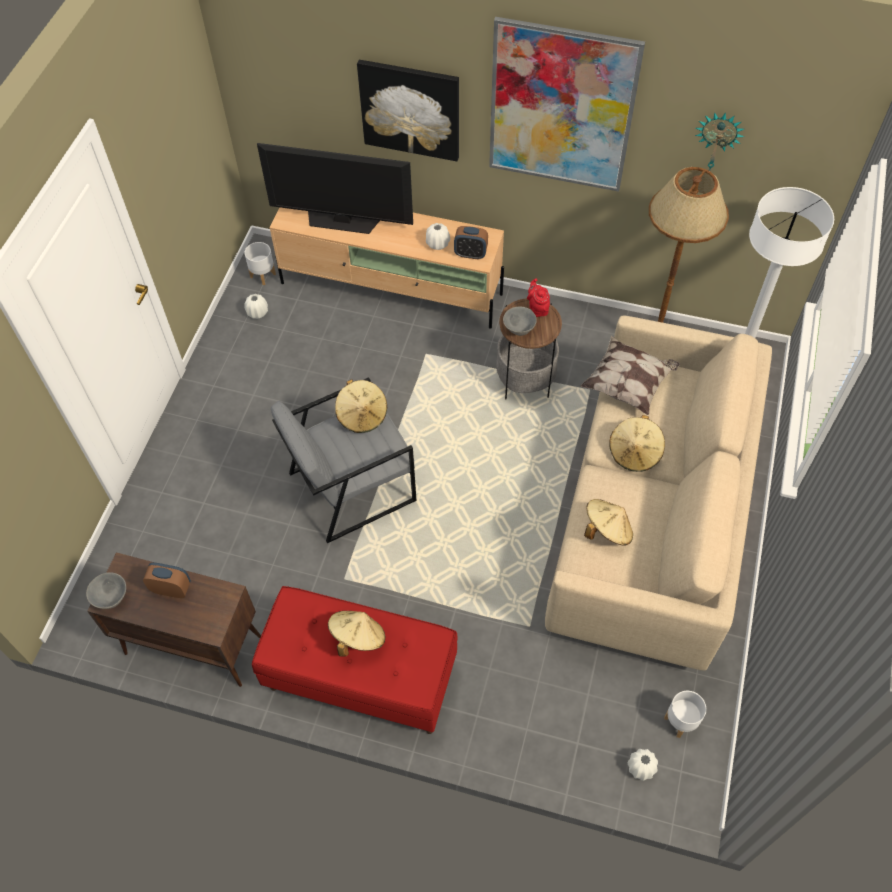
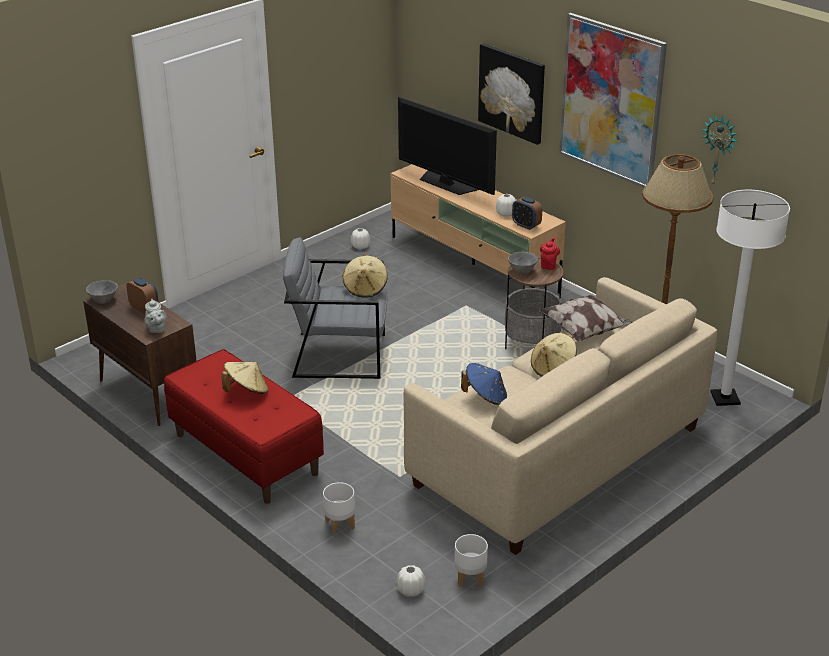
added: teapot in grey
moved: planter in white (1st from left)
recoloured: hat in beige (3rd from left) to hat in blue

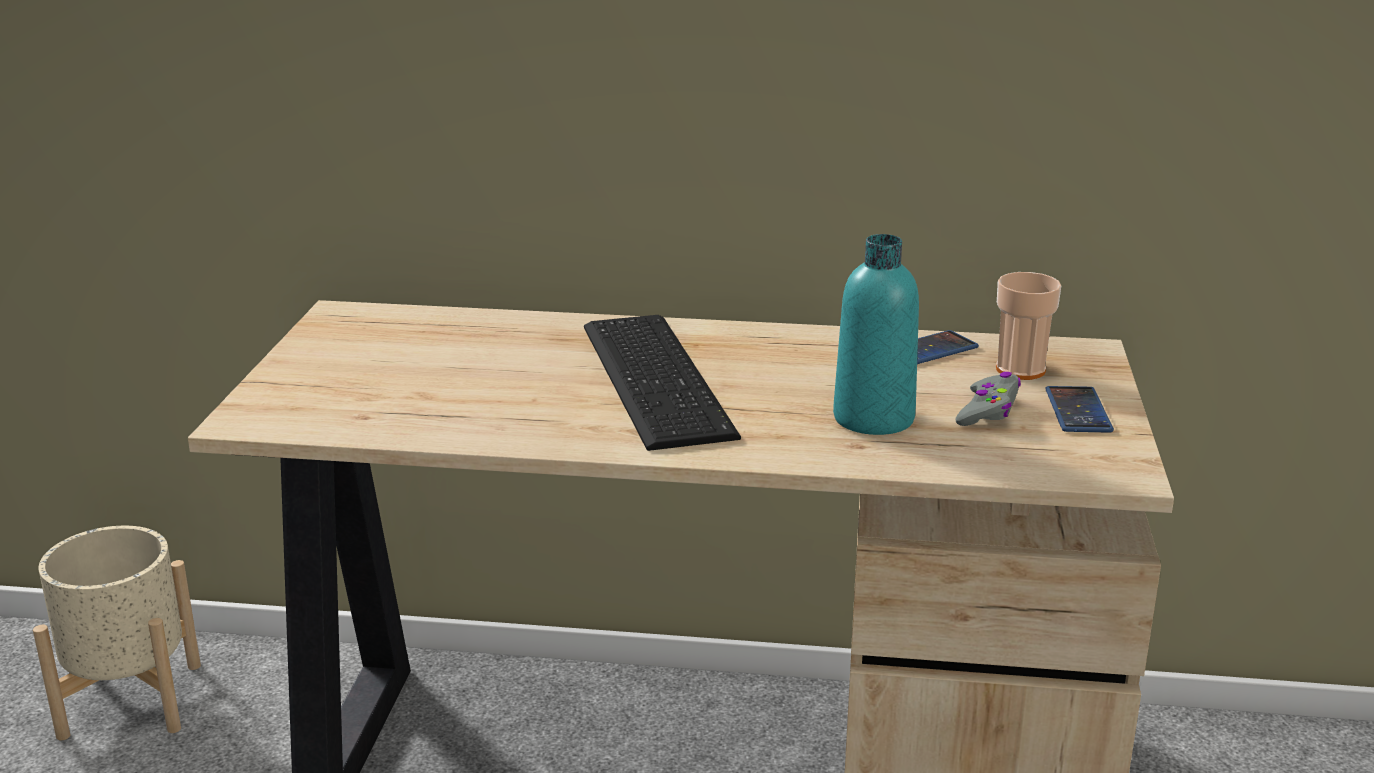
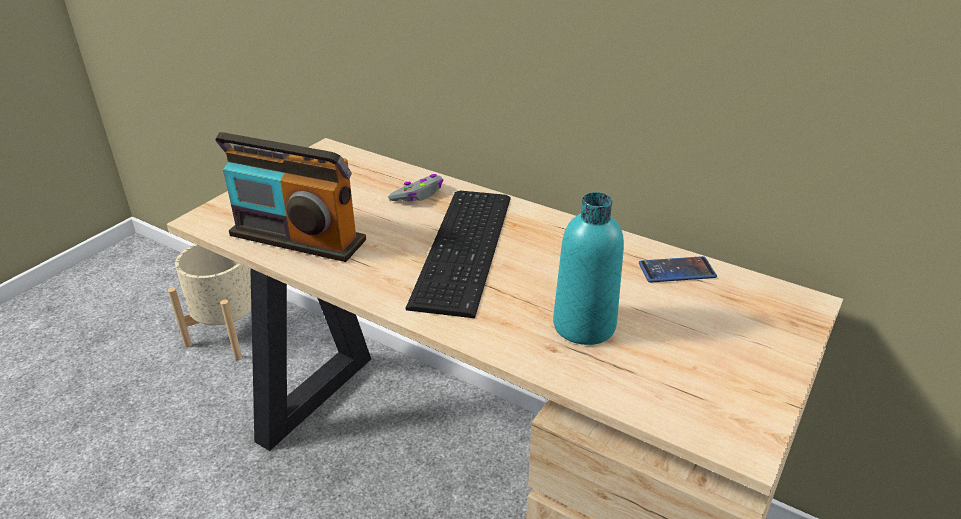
removed: cup; phone (2nd from left)
added: radio
moved: game controller in grey

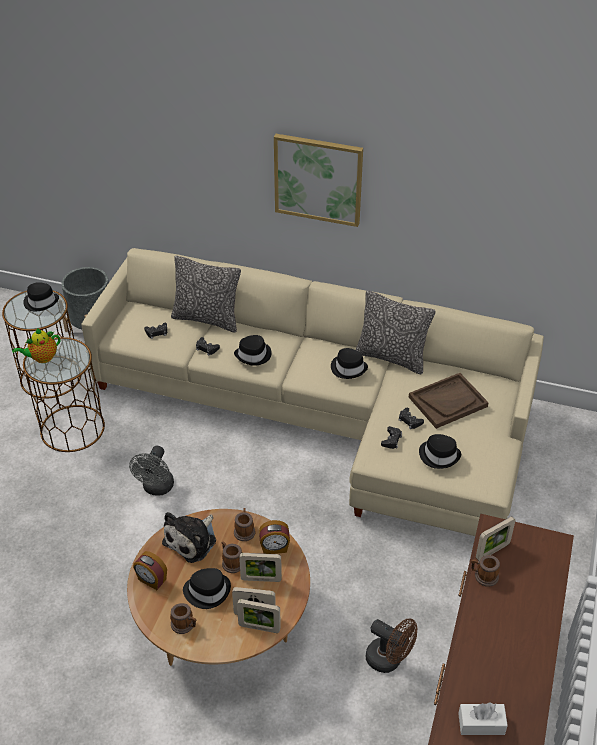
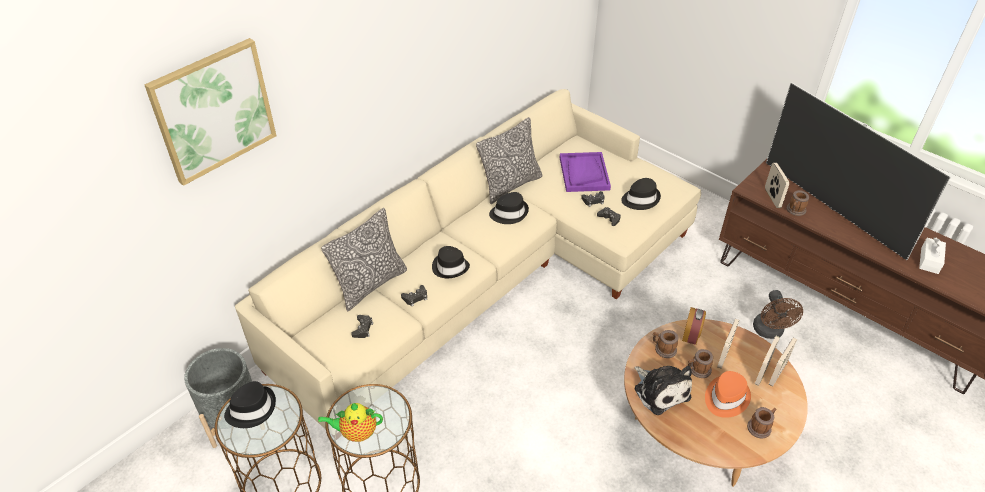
removed: fan in grey; alarm clock (1st from left)
added: television
moved: picture
recoloured: tray in brown to tray in purple; hat in black (2nd from left) to hat in orange
turned: teapot 90 degrees clockwise; fan in brown 120 degrees clockwise

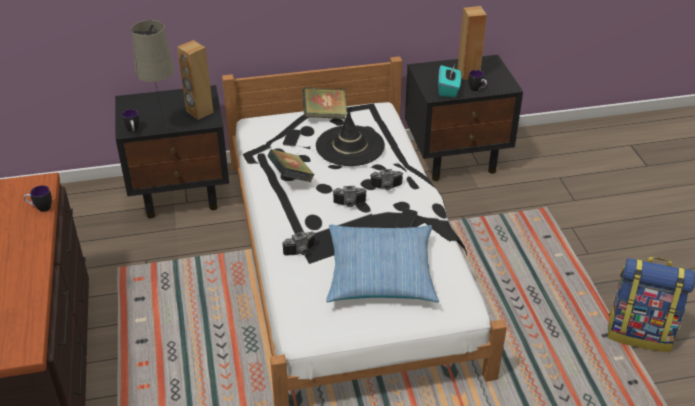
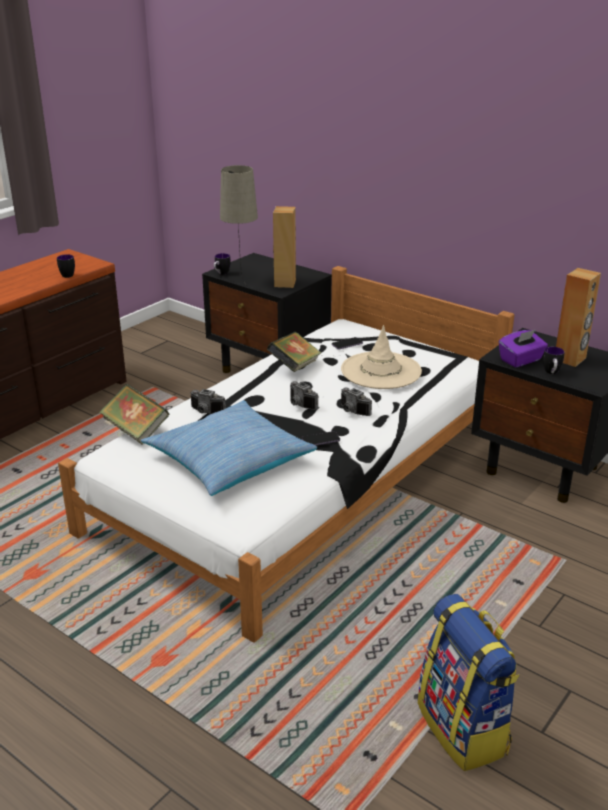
moved: book (2nd from left in the first image) to book (1st from left)
recoloured: tissue box in turquoise to tissue box in purple; hat in black to hat in beige

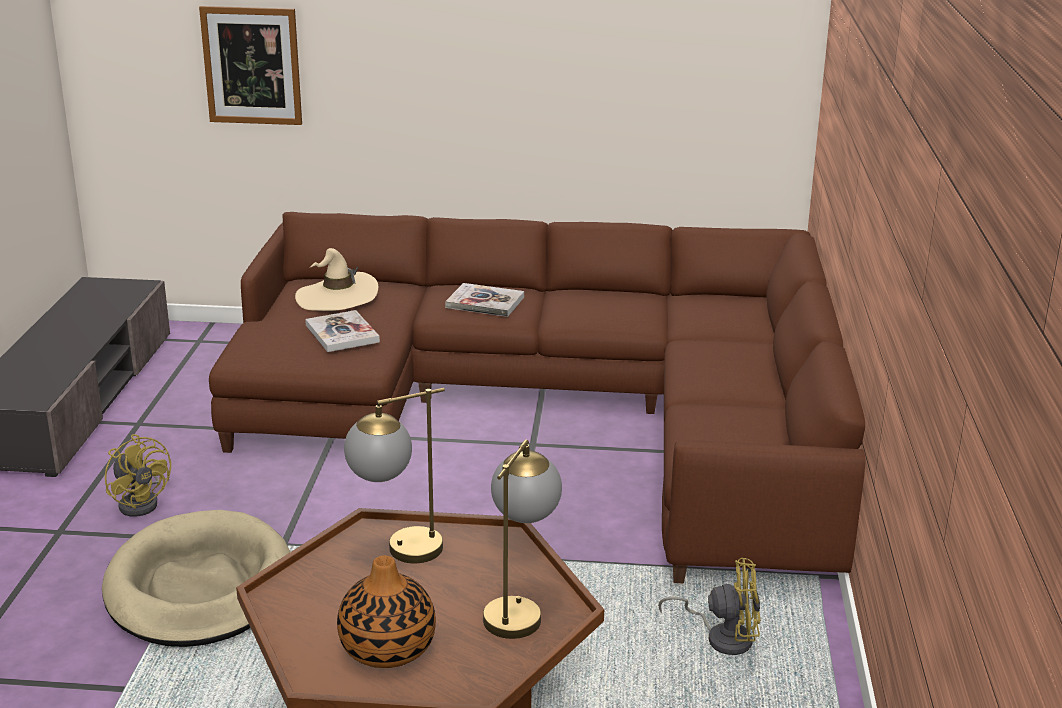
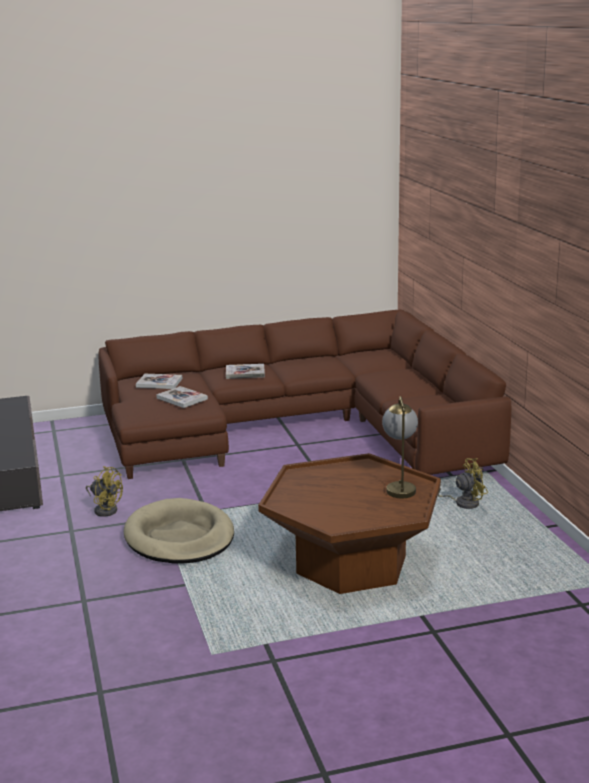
removed: picture; table lamp (1st from left); vase
replaced: hat in beige to book (1st from left)

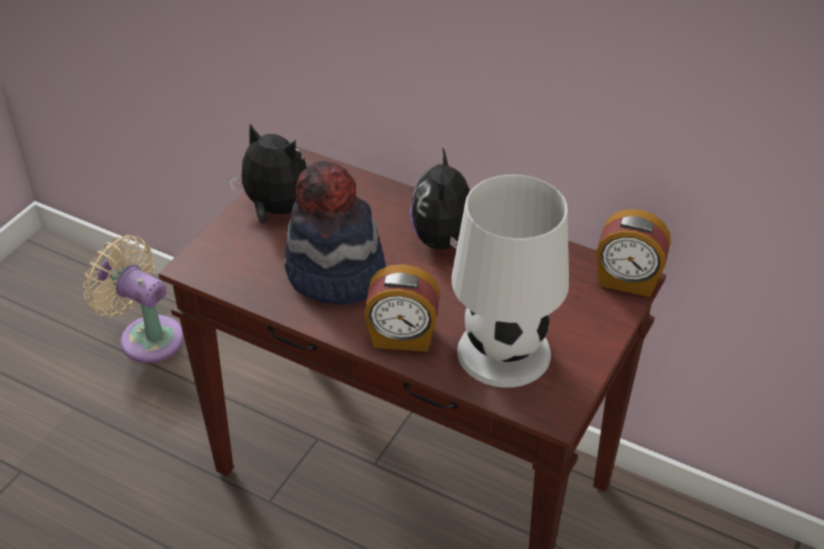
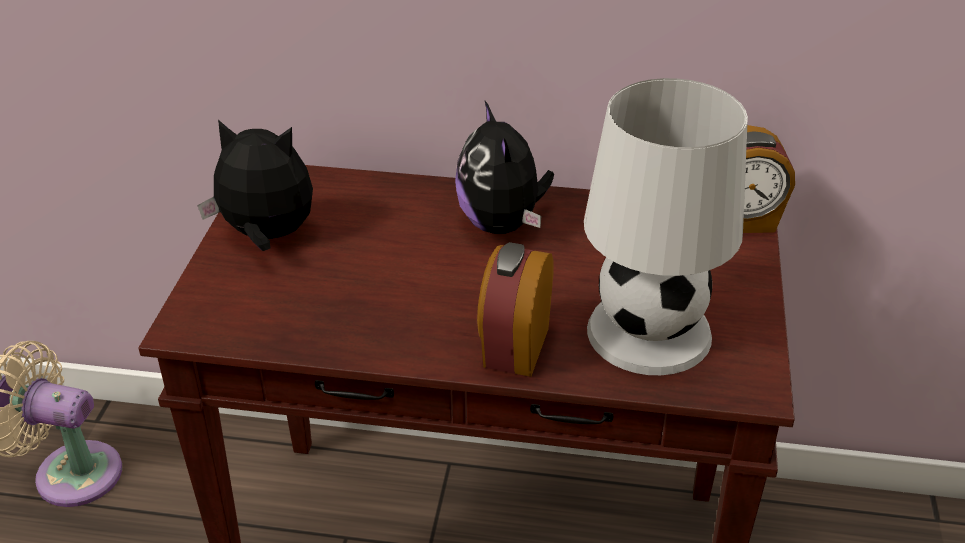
removed: hat
turned: alarm clock (1st from left) 120 degrees clockwise

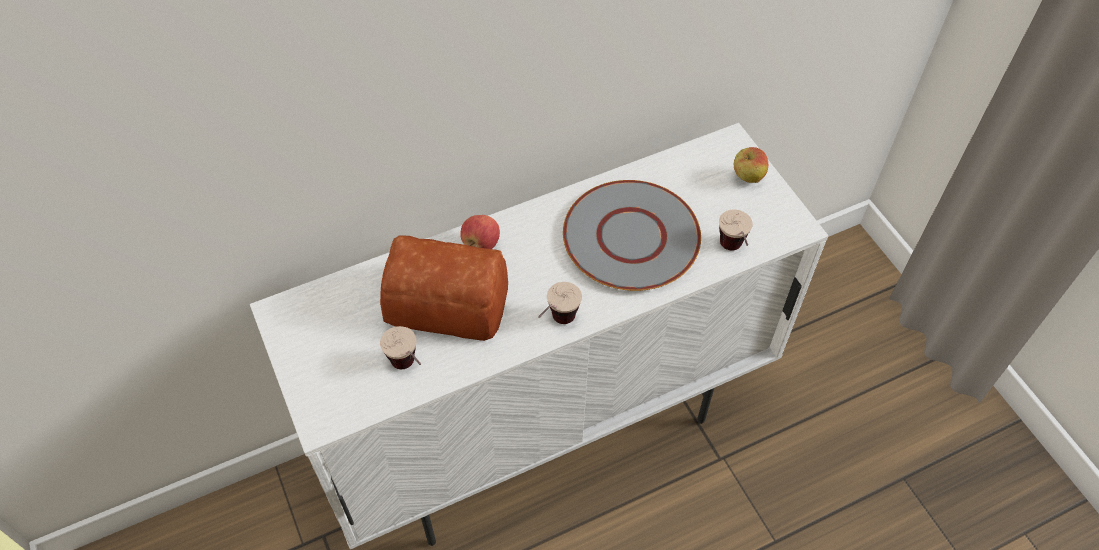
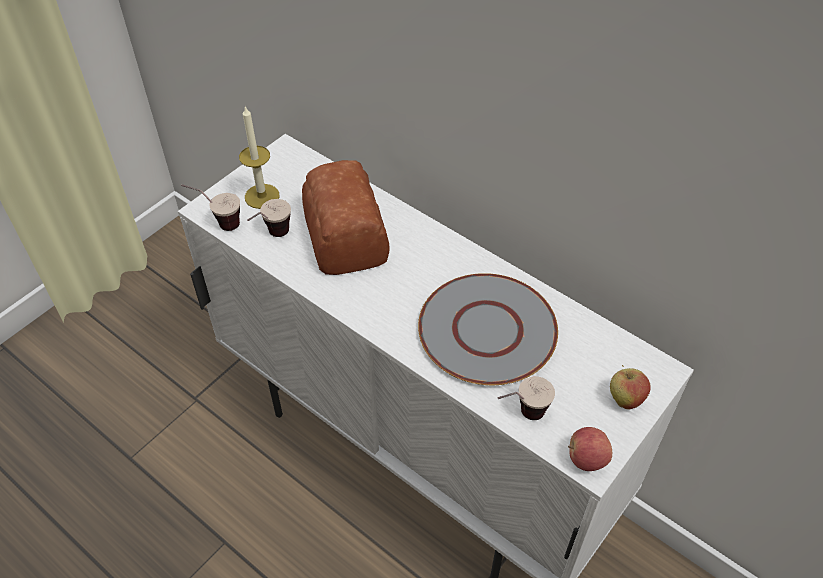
added: candle
moved: apple (1st from left); cup (2nd from left in the first image) to cup (1st from left)

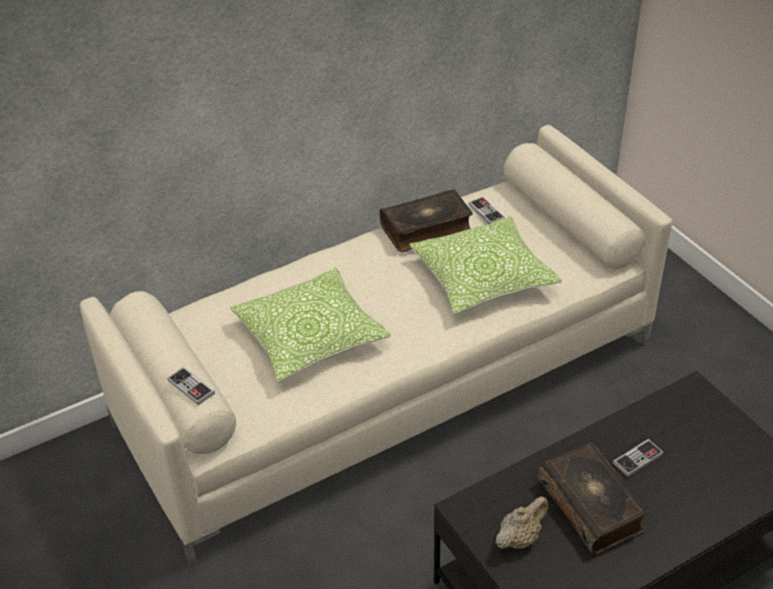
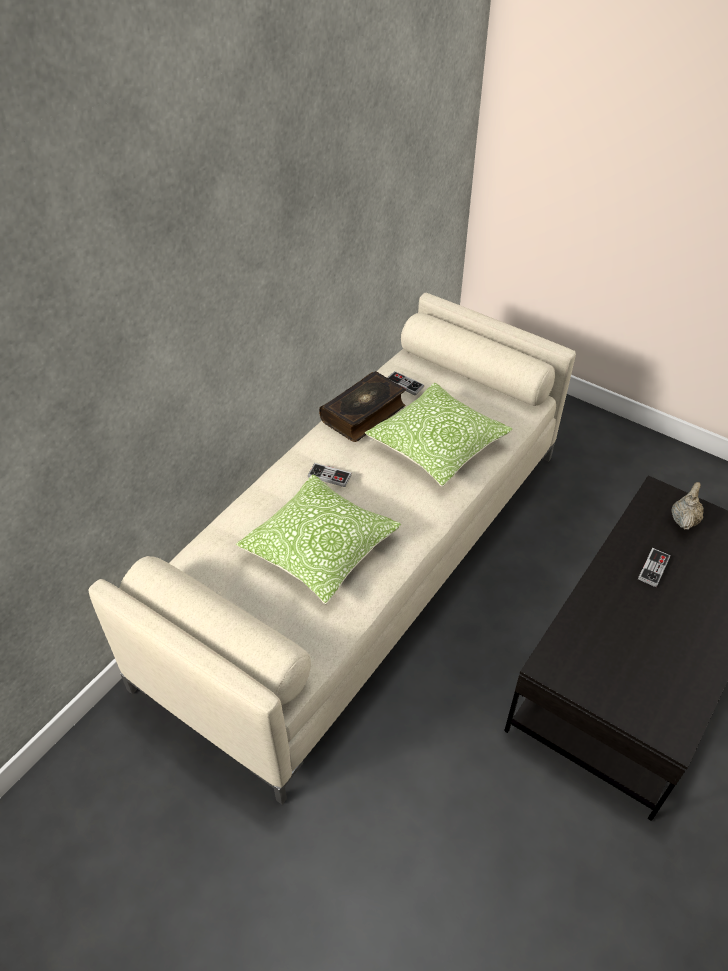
removed: book (2nd from left)
moved: game controller (1st from left); teapot in beige

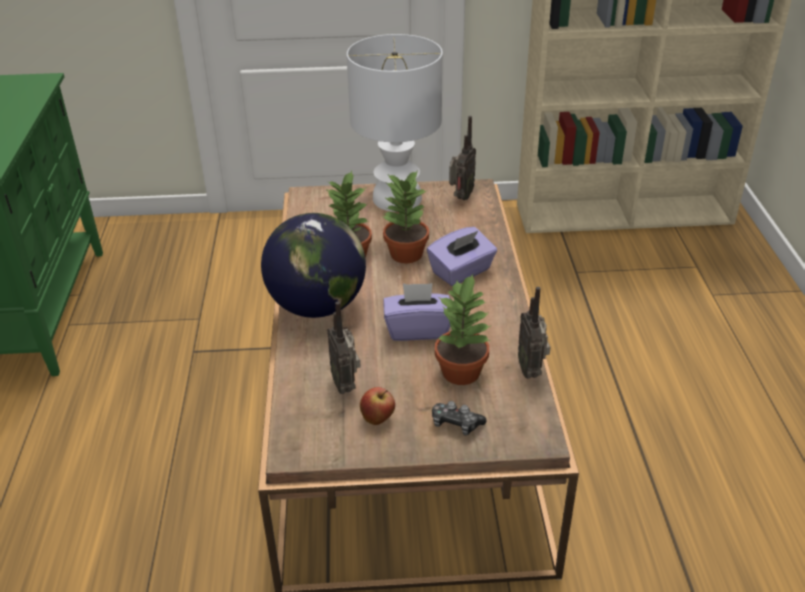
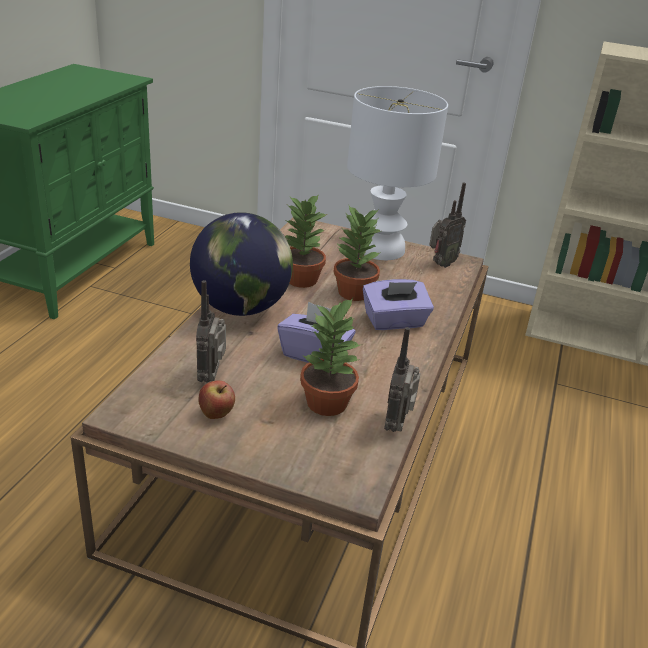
removed: game controller

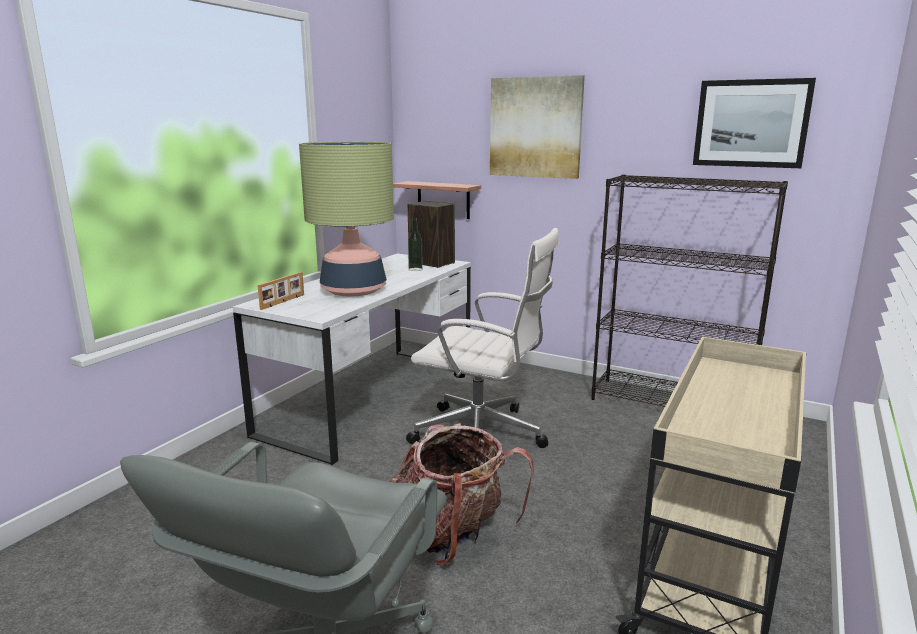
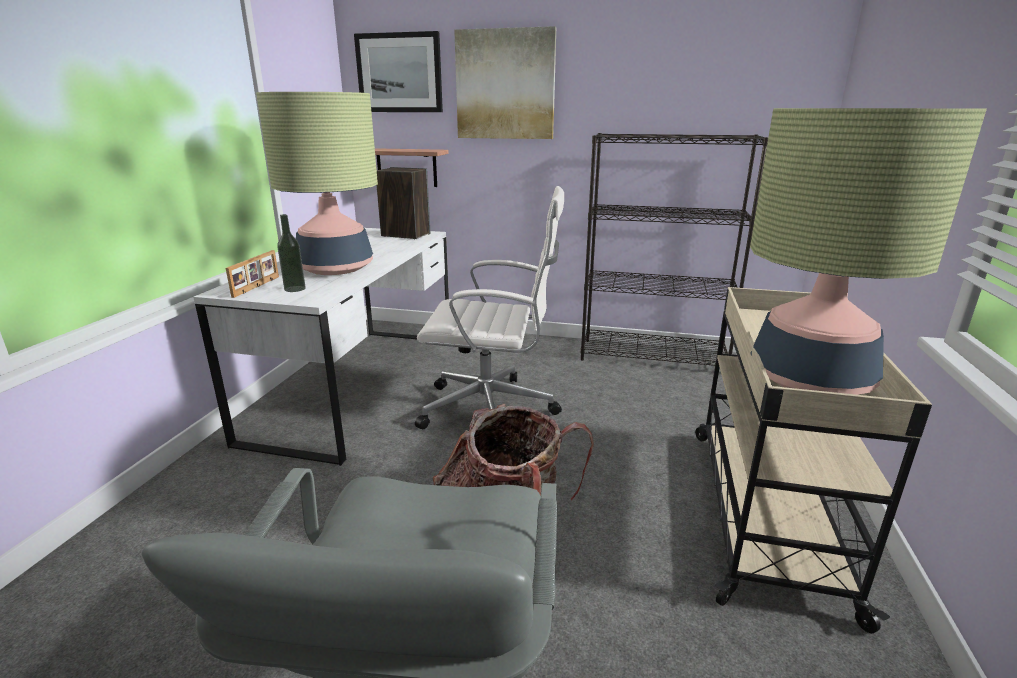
added: table lamp (2nd from left)
moved: picture (2nd from left in the first image) to picture (1st from left); bottle

